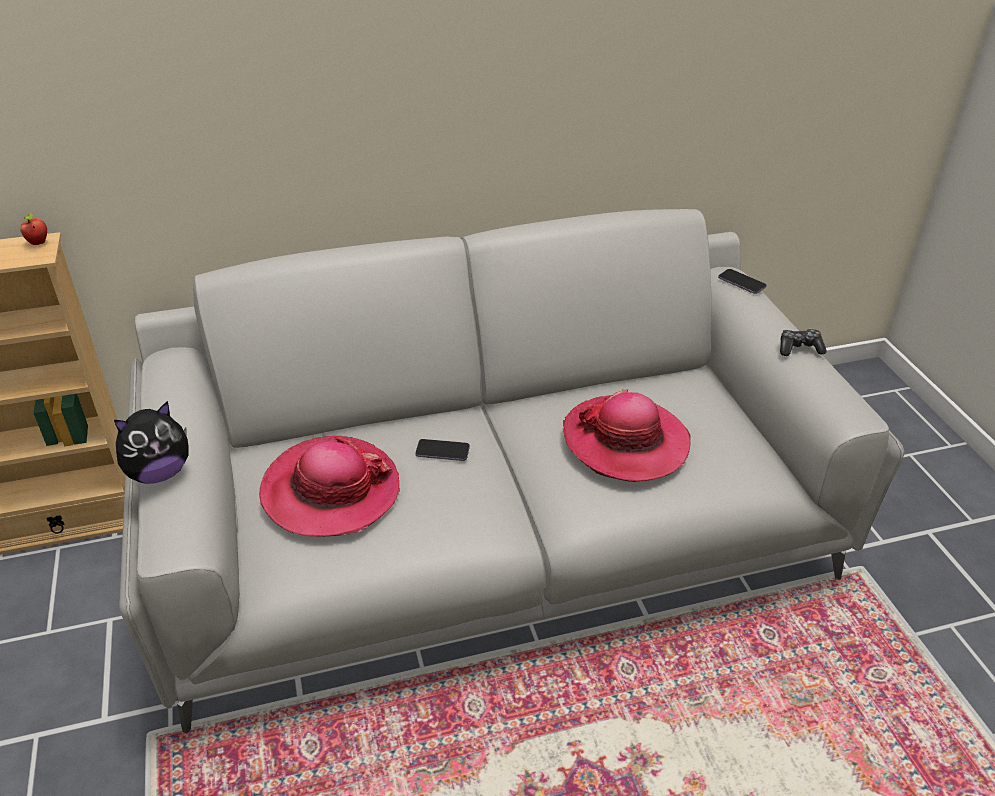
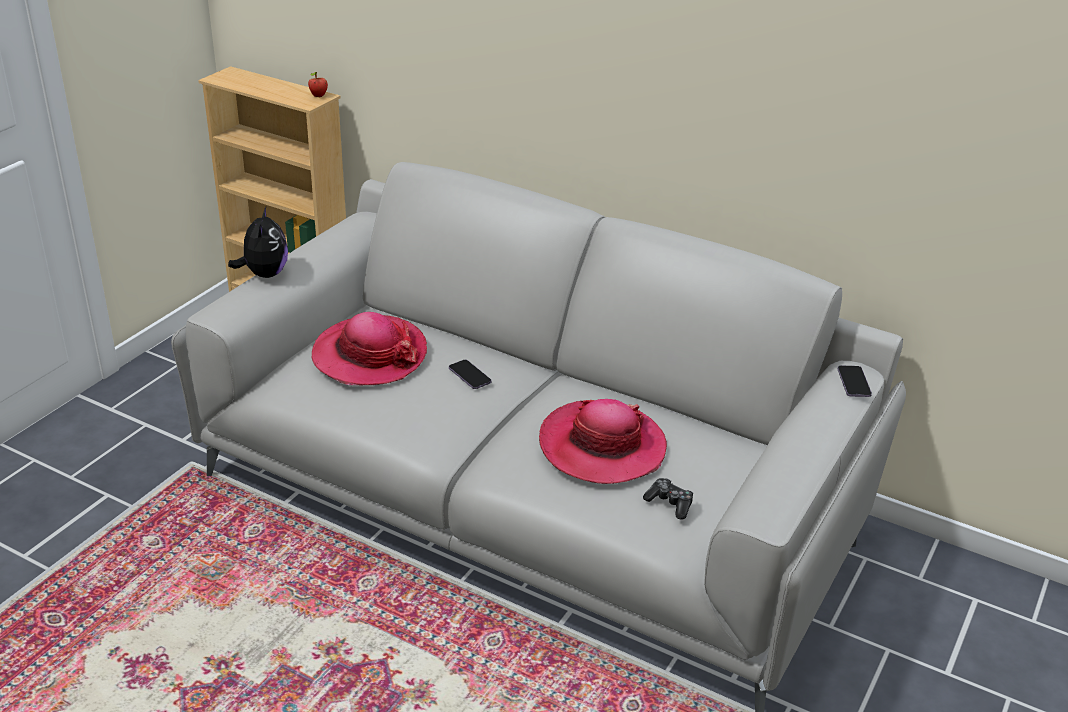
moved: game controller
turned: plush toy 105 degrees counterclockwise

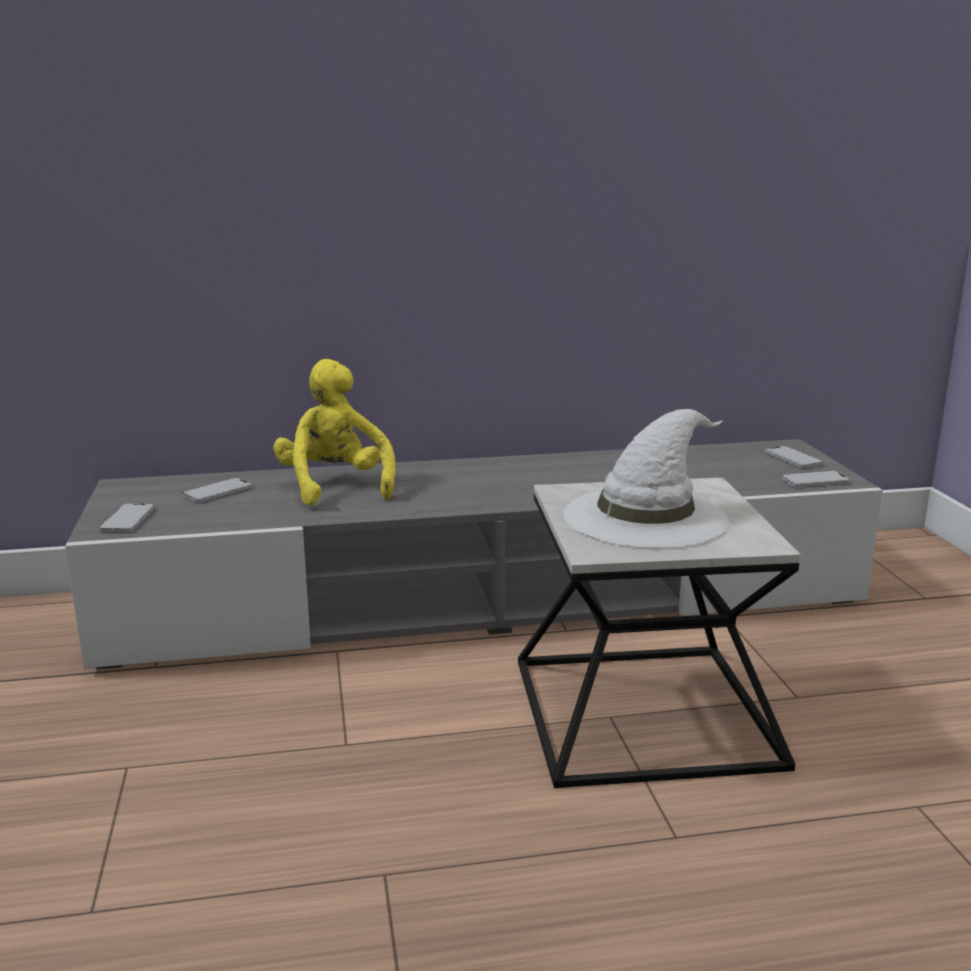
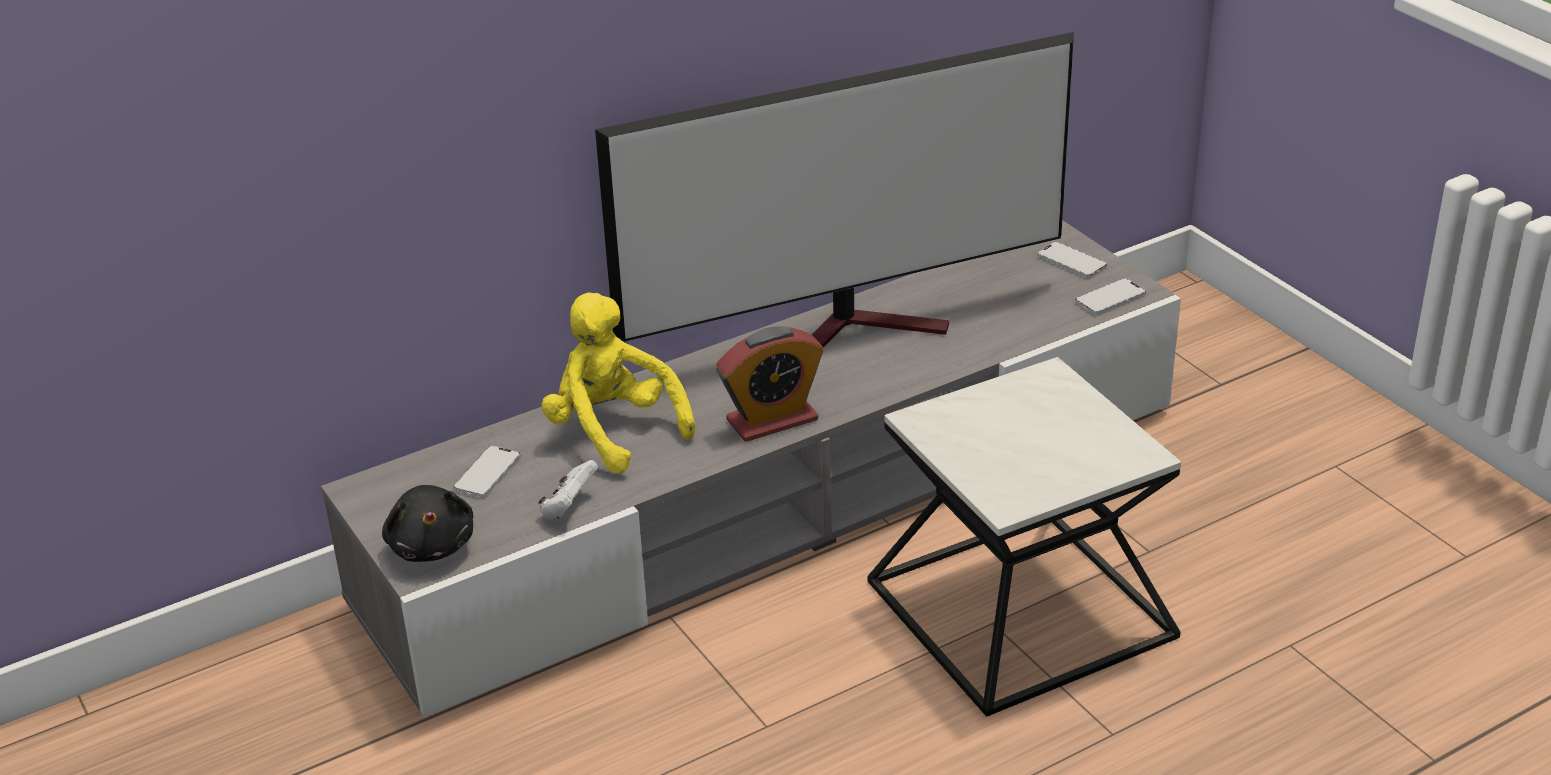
removed: hat in white
added: television; alarm clock; game controller in white
replaced: phone (1st from left) to plush toy in black

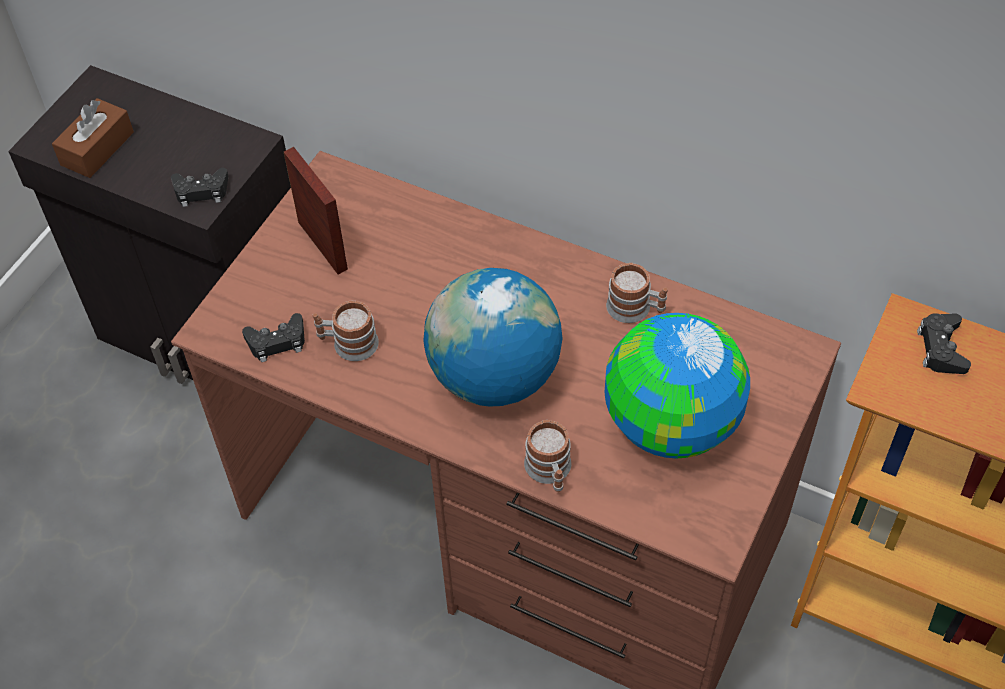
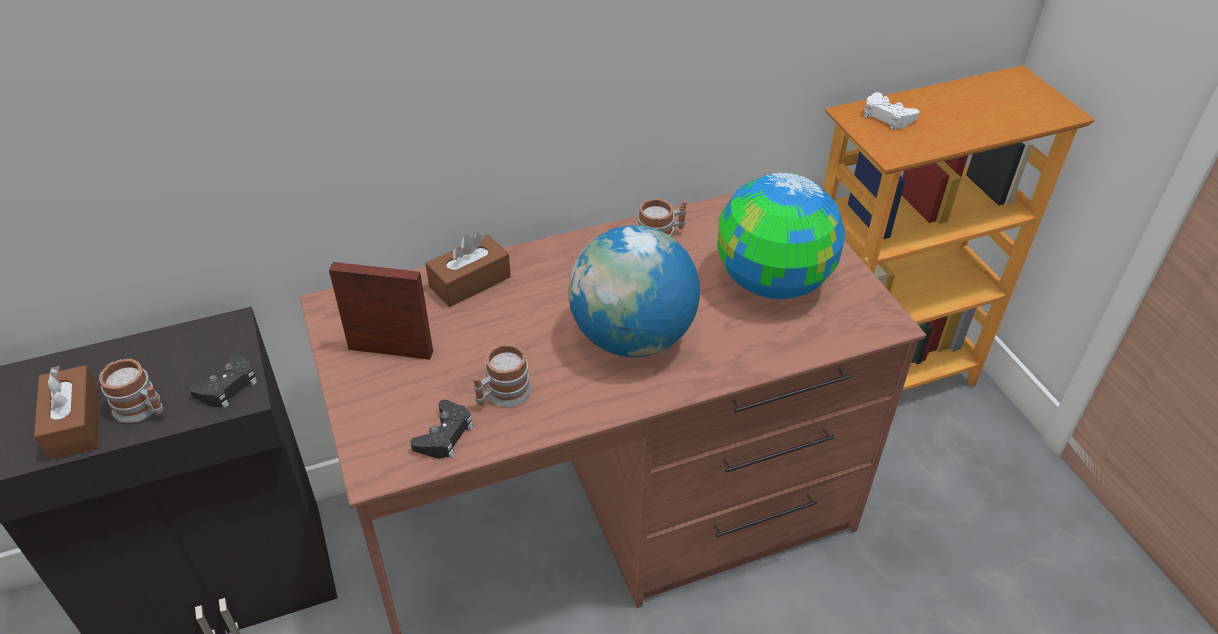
added: tissue box in brown (2nd from left)
moved: mug (2nd from left in the first image) to mug (1st from left)
recoloured: game controller in black (3rd from left) to game controller in white

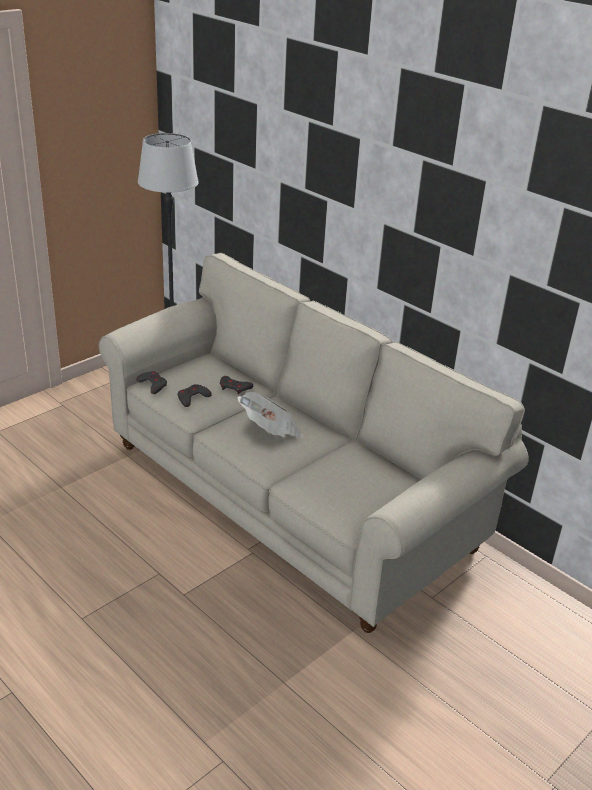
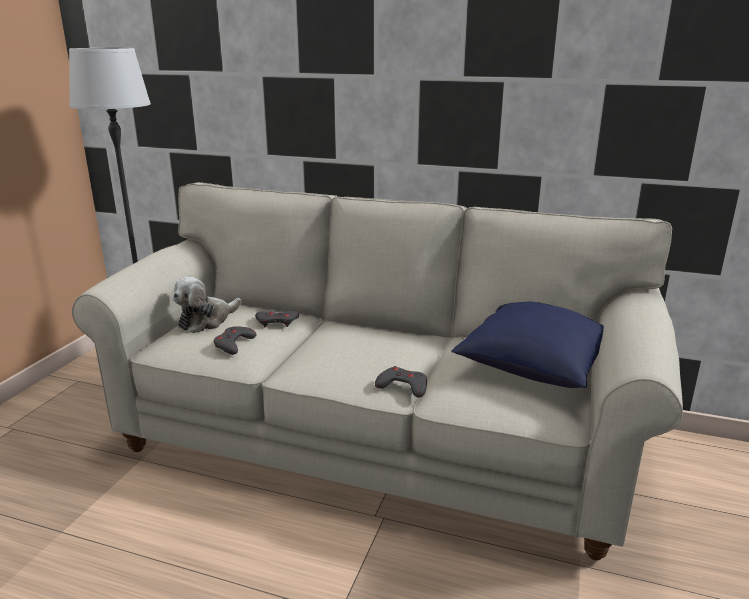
removed: newspaper
added: plush toy; pillow in blue
moved: game controller in grey (1st from left in the first image) to game controller in grey (3rd from left)

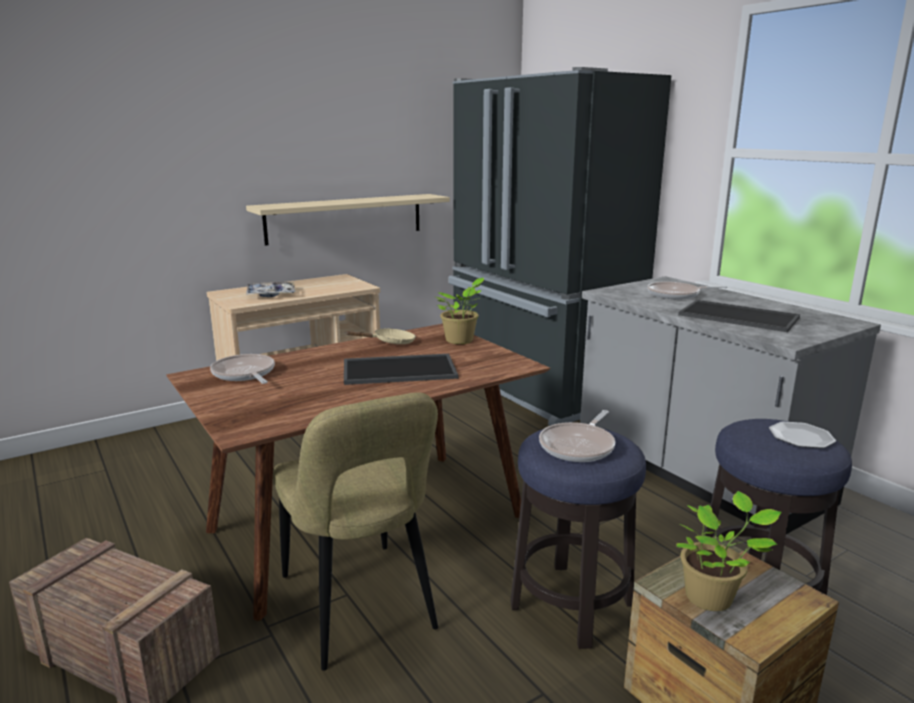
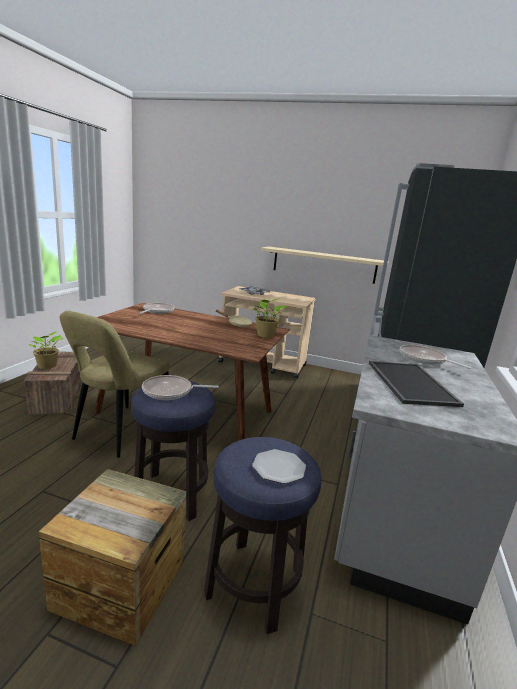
removed: tray (2nd from left)
moved: potted plant (2nd from left in the first image) to potted plant (1st from left)

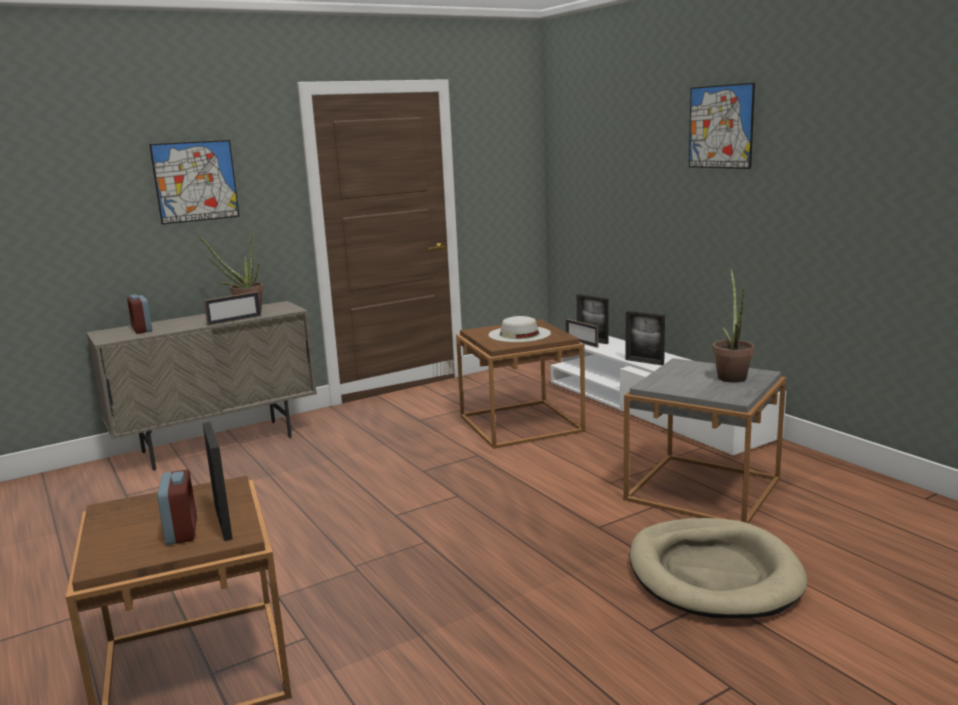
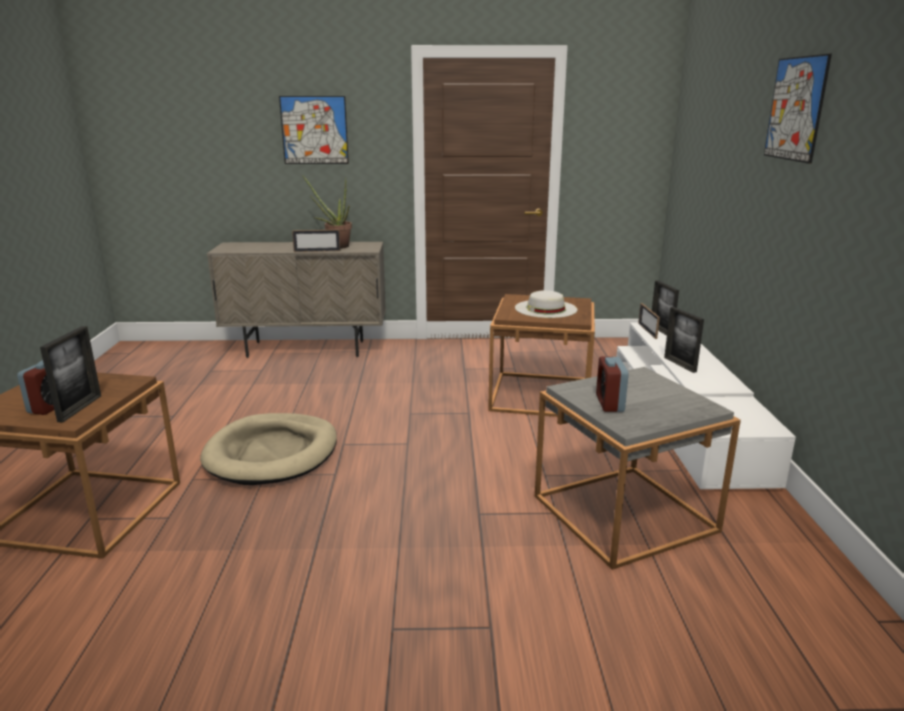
removed: potted plant (2nd from left)
moved: alarm clock (1st from left in the first image) to alarm clock (2nd from left); dog bed in beige

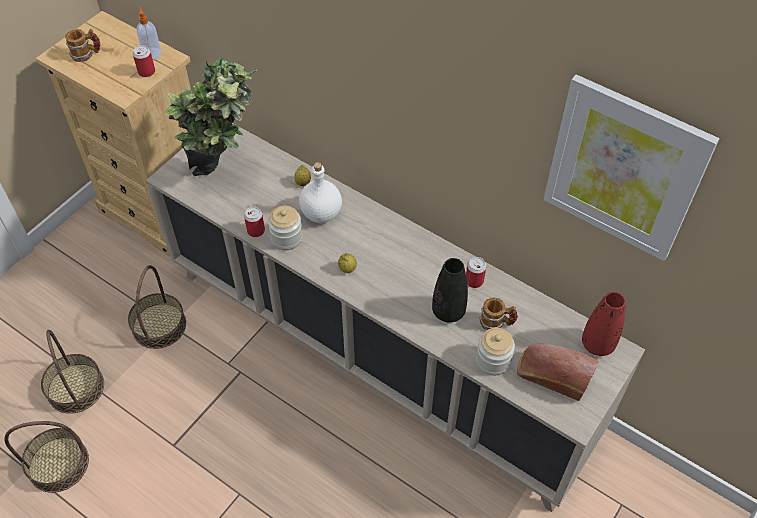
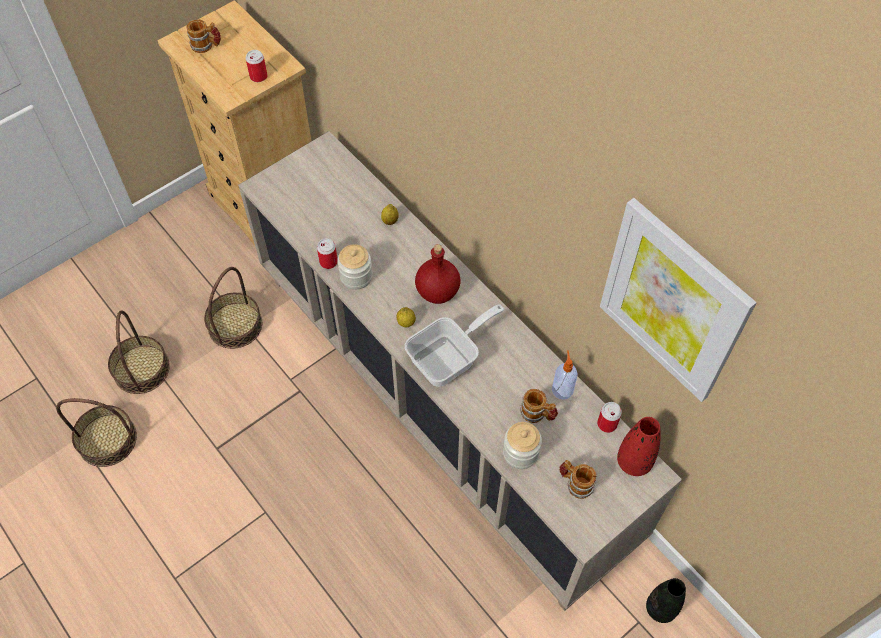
removed: potted plant; bottle in white
added: bottle in red; frying pan
moved: soap dispenser; can (3rd from left); vase in black
replaced: bread to mug (3rd from left)

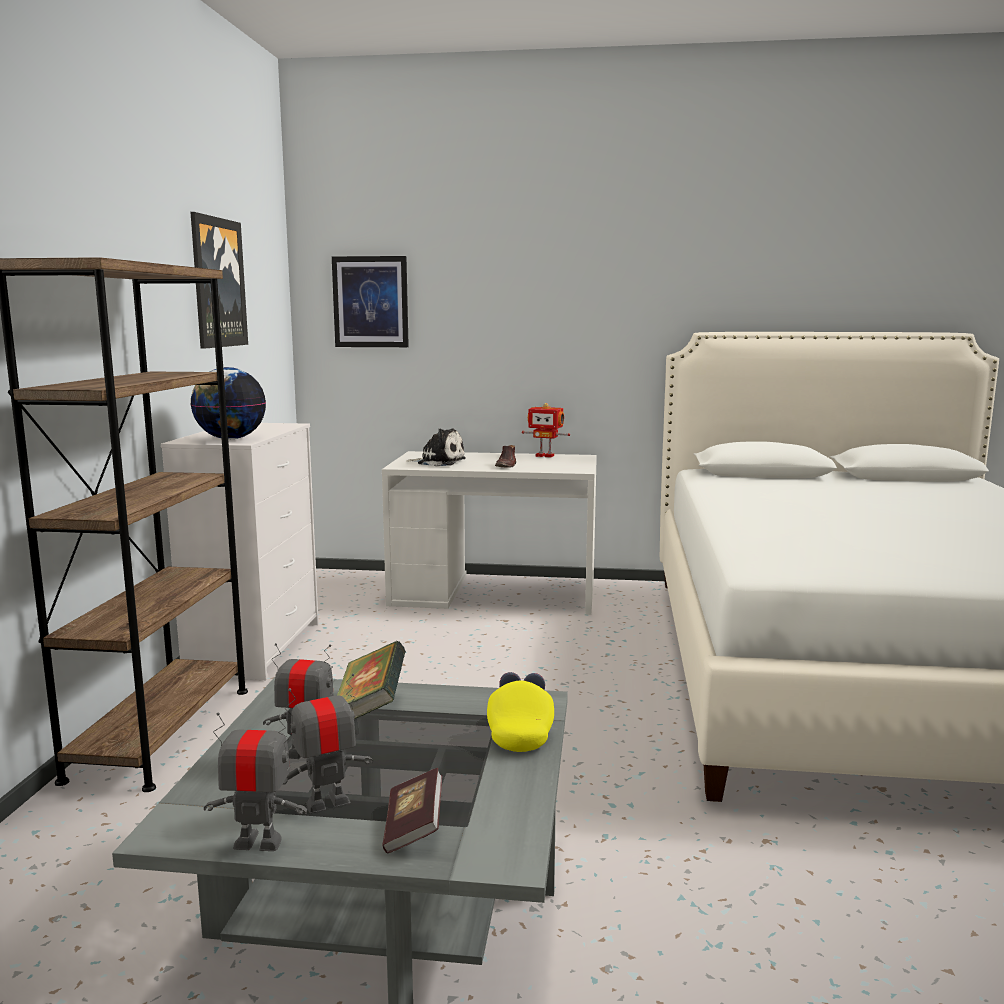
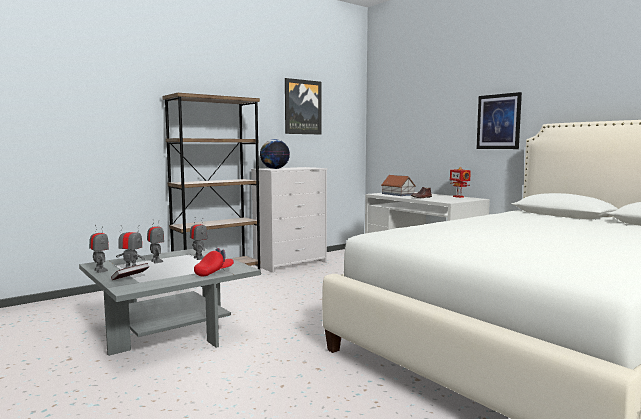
moved: picture (2nd from left)
replaced: plush toy to toy house; book (1st from left) to toy robot (4th from left)
recoloured: cap in yellow to cap in red

